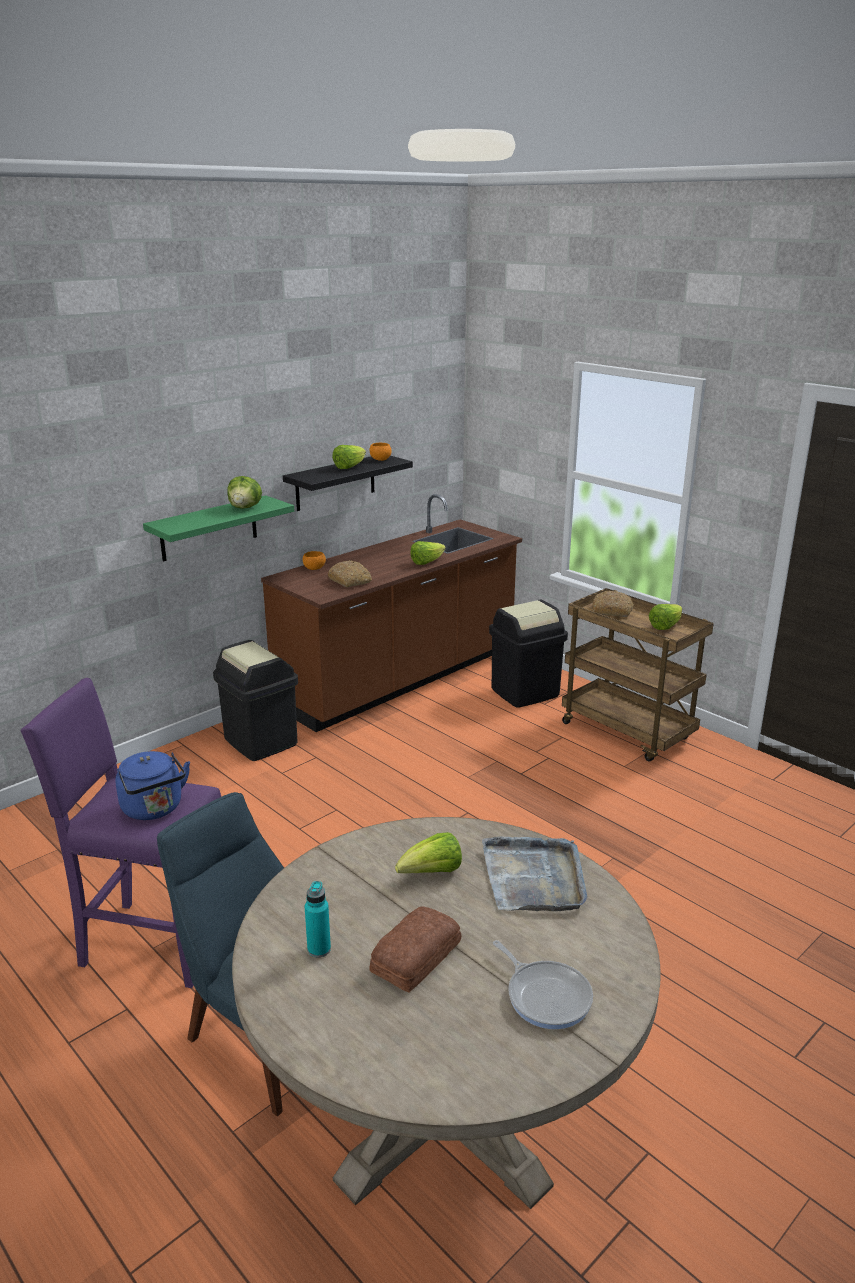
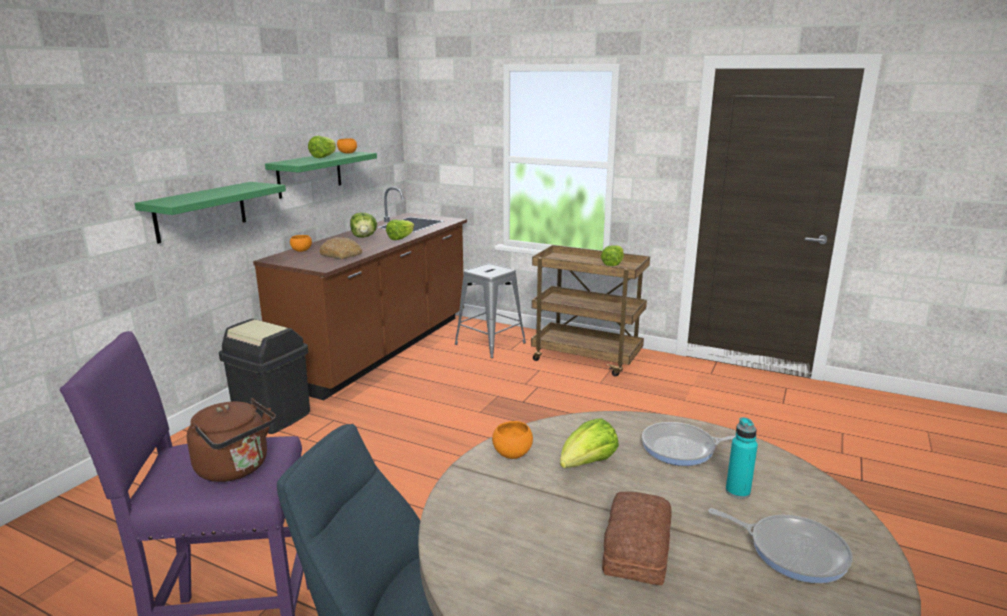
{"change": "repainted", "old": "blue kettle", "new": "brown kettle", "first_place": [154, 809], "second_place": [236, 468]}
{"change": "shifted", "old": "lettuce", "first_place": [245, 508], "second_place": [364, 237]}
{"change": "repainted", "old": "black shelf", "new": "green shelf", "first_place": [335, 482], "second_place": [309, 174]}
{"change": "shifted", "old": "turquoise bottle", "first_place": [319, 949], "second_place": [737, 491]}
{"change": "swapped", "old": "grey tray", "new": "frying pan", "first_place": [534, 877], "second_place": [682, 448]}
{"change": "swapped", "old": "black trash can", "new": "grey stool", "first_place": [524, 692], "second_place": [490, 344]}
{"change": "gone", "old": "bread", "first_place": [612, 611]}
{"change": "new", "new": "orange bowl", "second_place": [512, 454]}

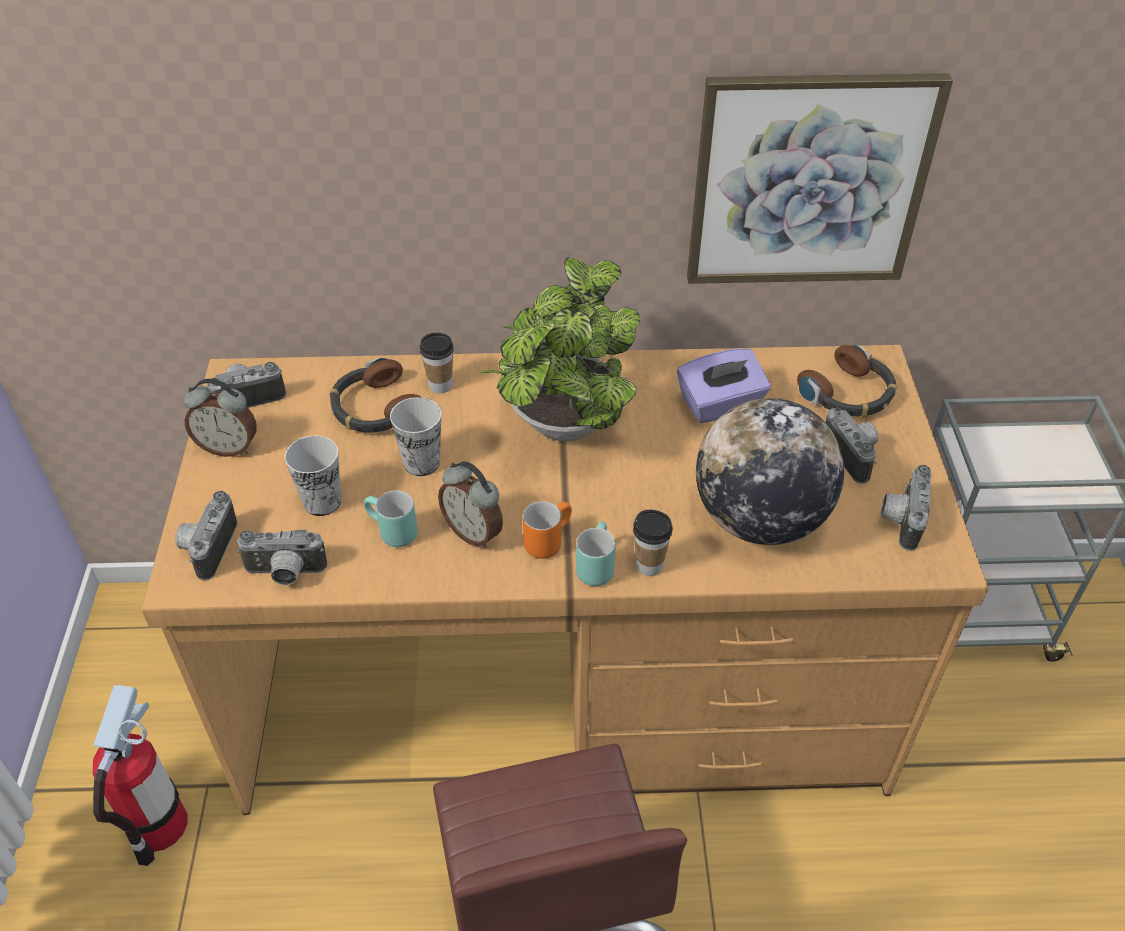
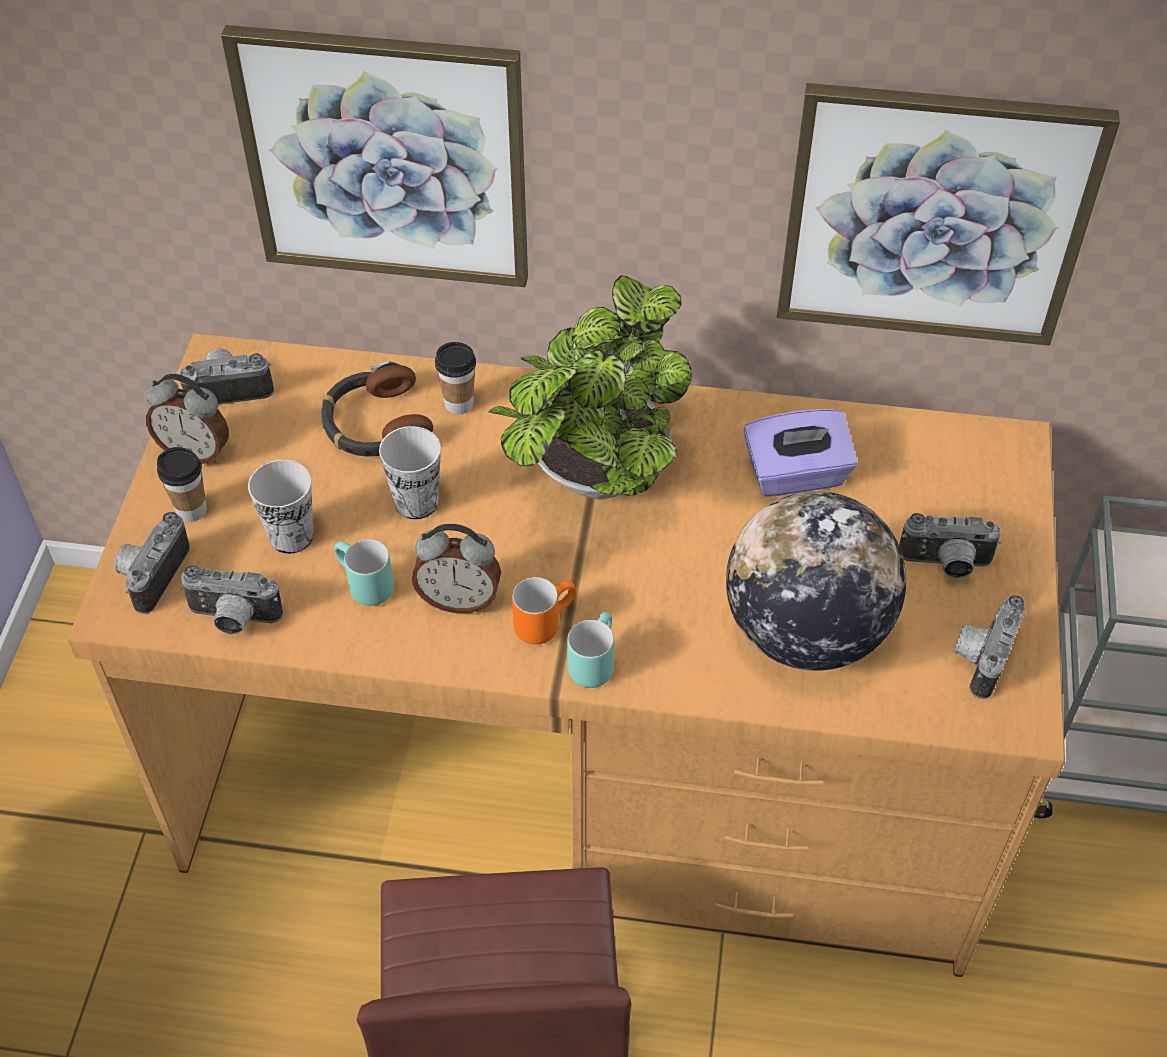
{"change": "gone", "old": "fire extinguisher", "first_place": [159, 826]}
{"change": "rotated", "old": "alarm clock", "first_place": [474, 532], "second_place": [459, 599], "degrees": -45}
{"change": "shifted", "old": "cup", "first_place": [649, 565], "second_place": [191, 510]}
{"change": "gone", "old": "headphones", "first_place": [848, 394]}
{"change": "rotated", "old": "photo camera", "first_place": [853, 455], "second_place": [945, 565], "degrees": 105}
{"change": "new", "new": "picture", "second_place": [385, 158]}

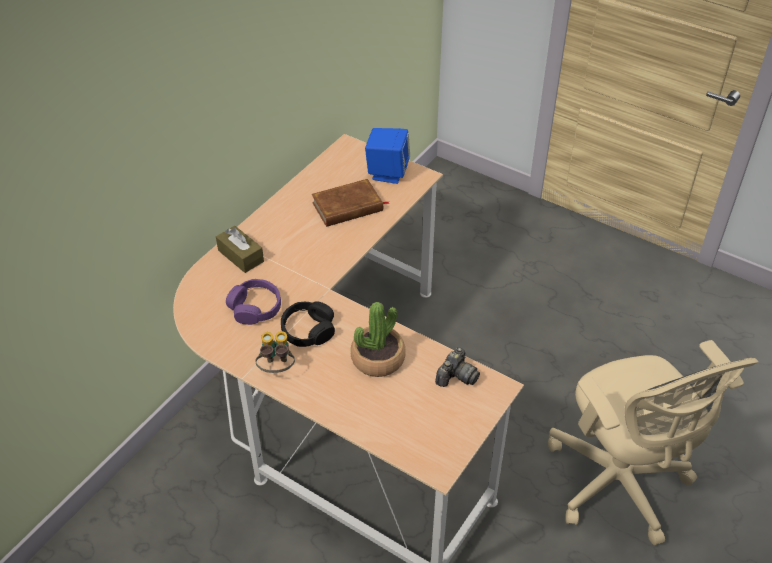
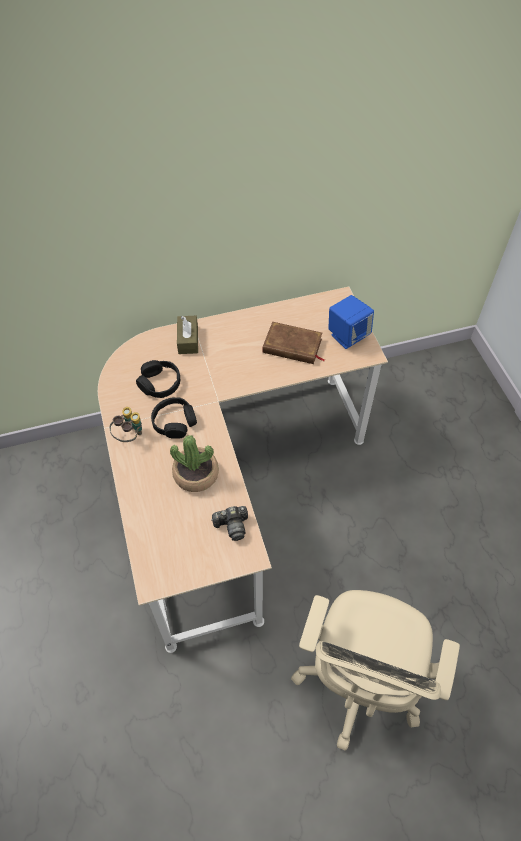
{"change": "repainted", "old": "purple headphones", "new": "black headphones", "first_place": [255, 308], "second_place": [160, 383]}

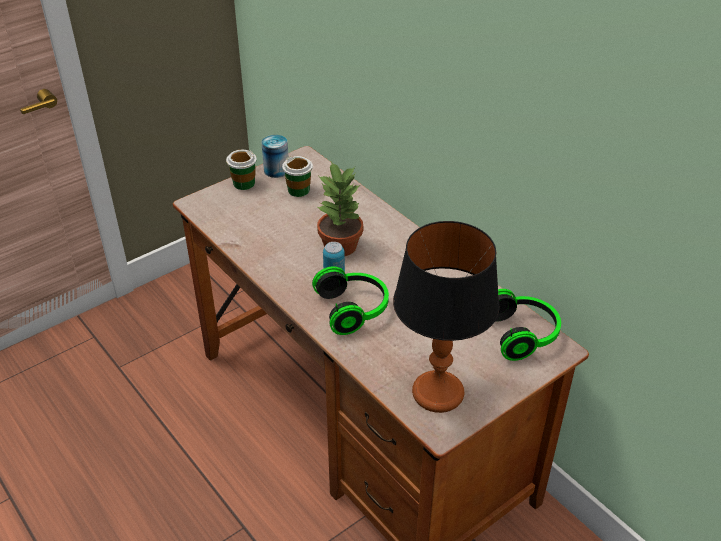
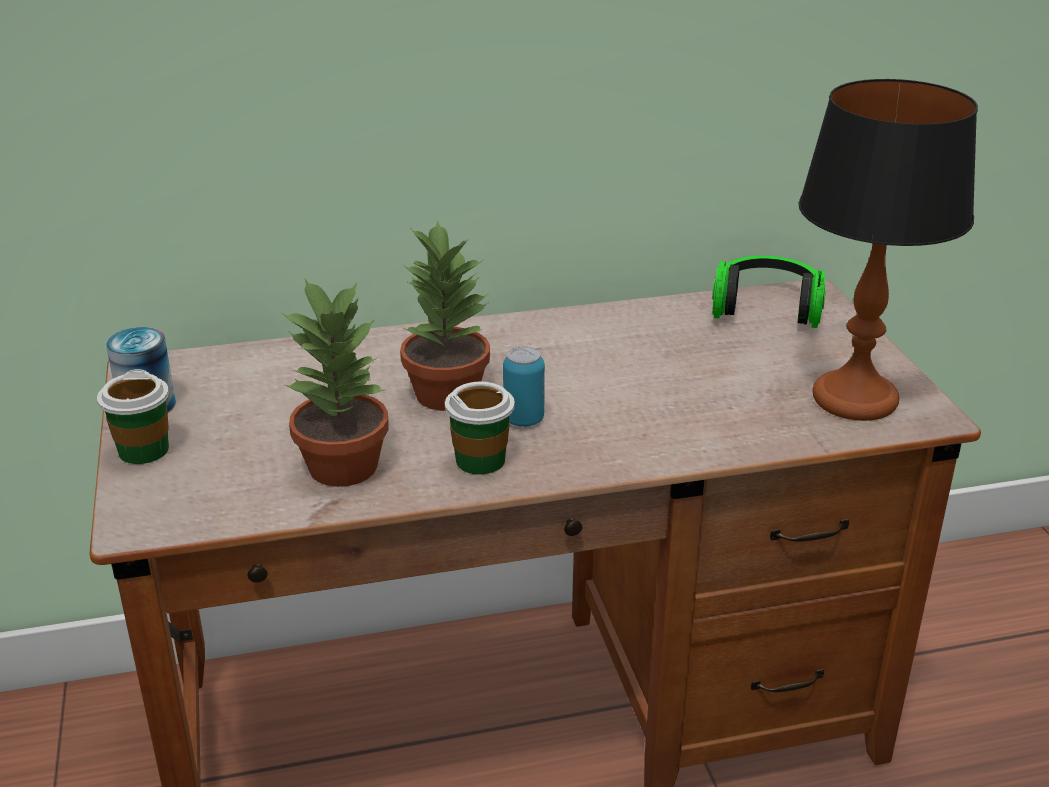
{"change": "shifted", "old": "cup", "first_place": [299, 190], "second_place": [481, 460]}
{"change": "gone", "old": "headphones", "first_place": [354, 309]}
{"change": "new", "new": "potted plant", "second_place": [344, 465]}

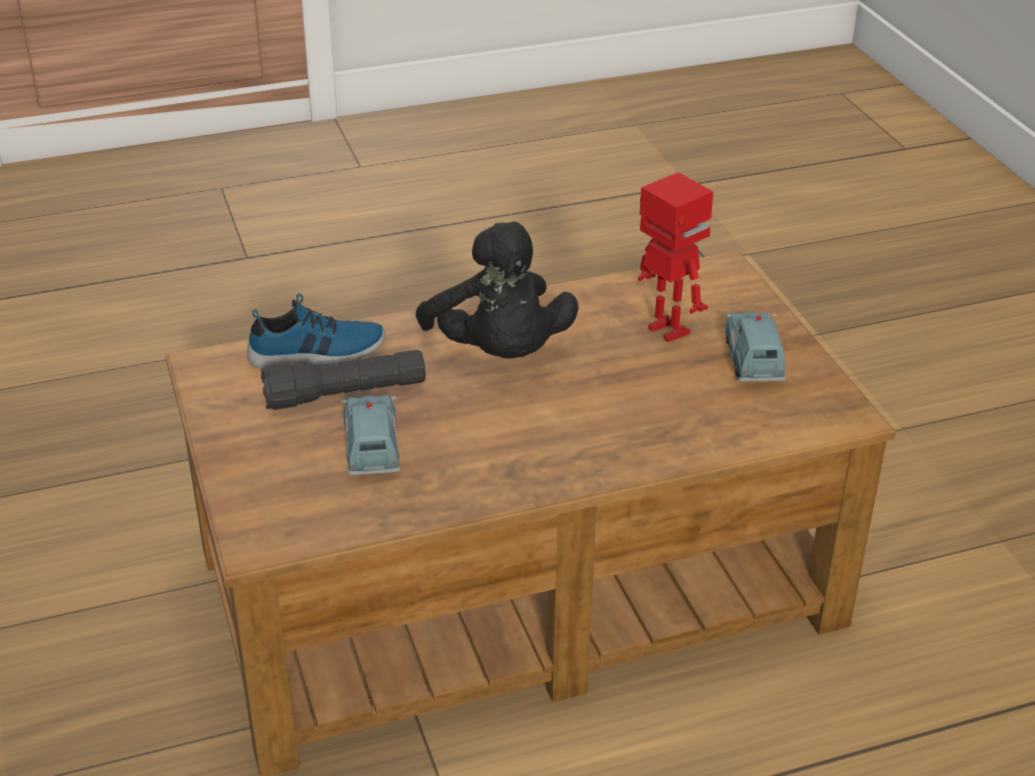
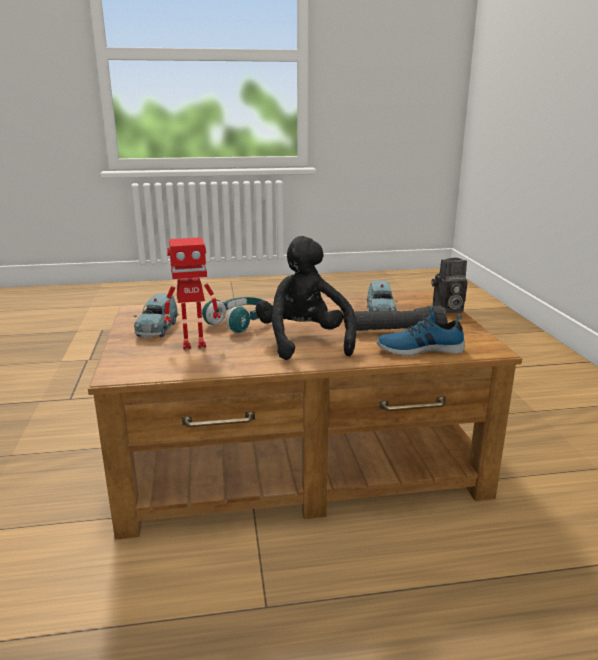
{"change": "rotated", "old": "toy robot", "first_place": [666, 331], "second_place": [194, 344], "degrees": -75}
{"change": "new", "new": "turquoise headphones", "second_place": [239, 322]}
{"change": "new", "new": "photo camera", "second_place": [447, 310]}

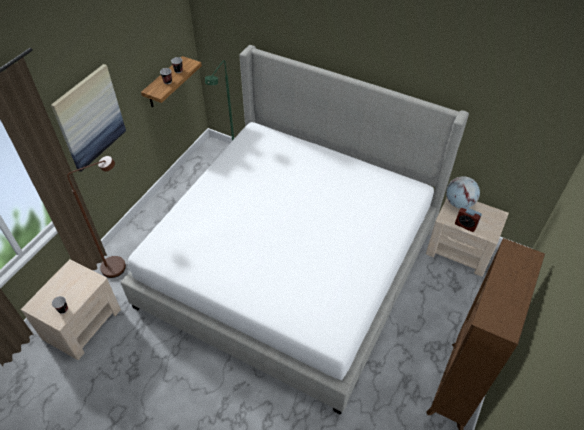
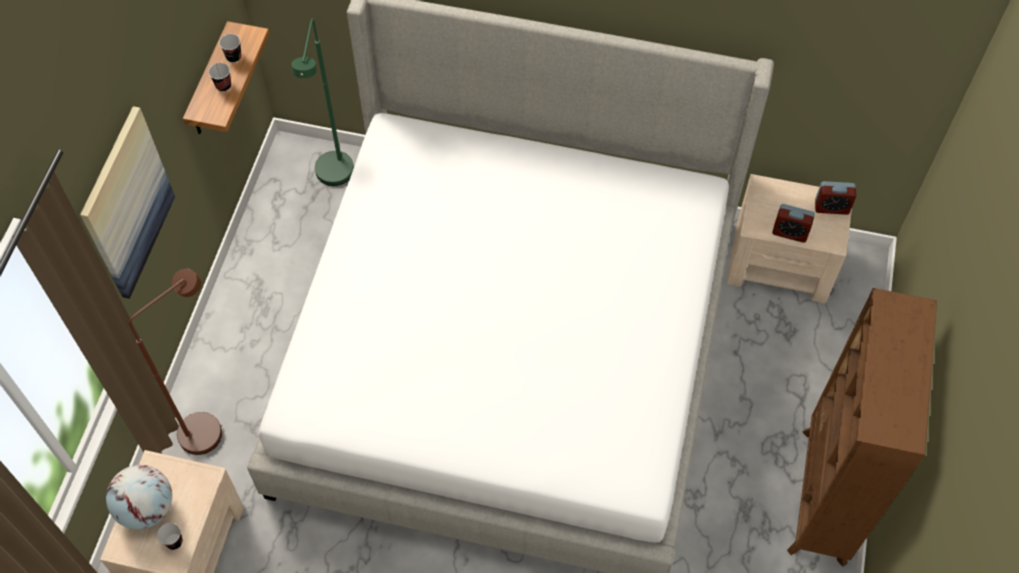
{"change": "shifted", "old": "globe", "first_place": [459, 203], "second_place": [147, 508]}
{"change": "new", "new": "alarm clock", "second_place": [831, 207]}

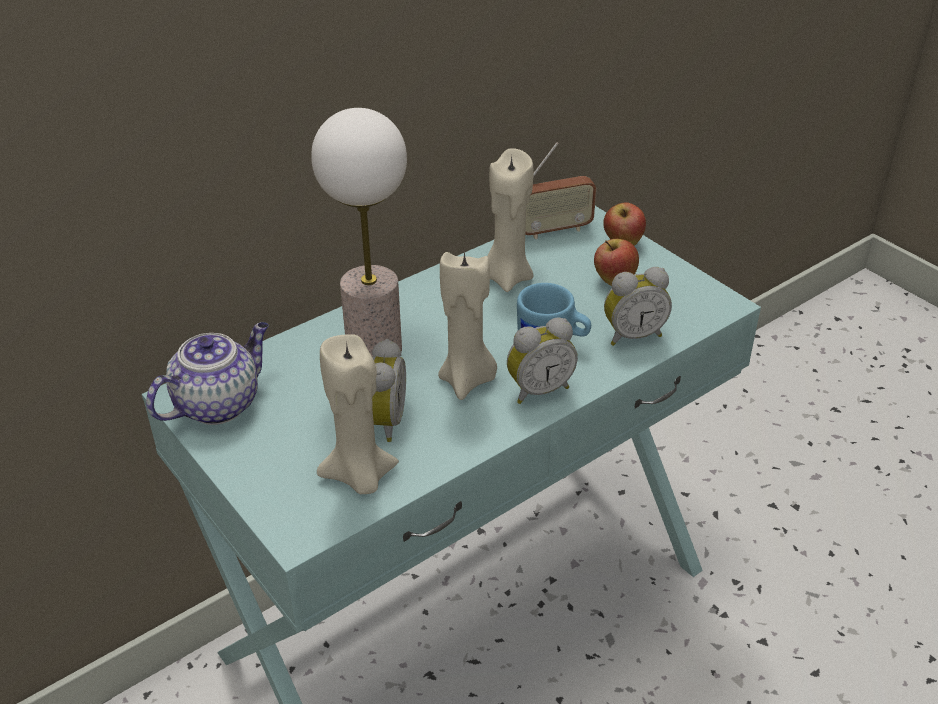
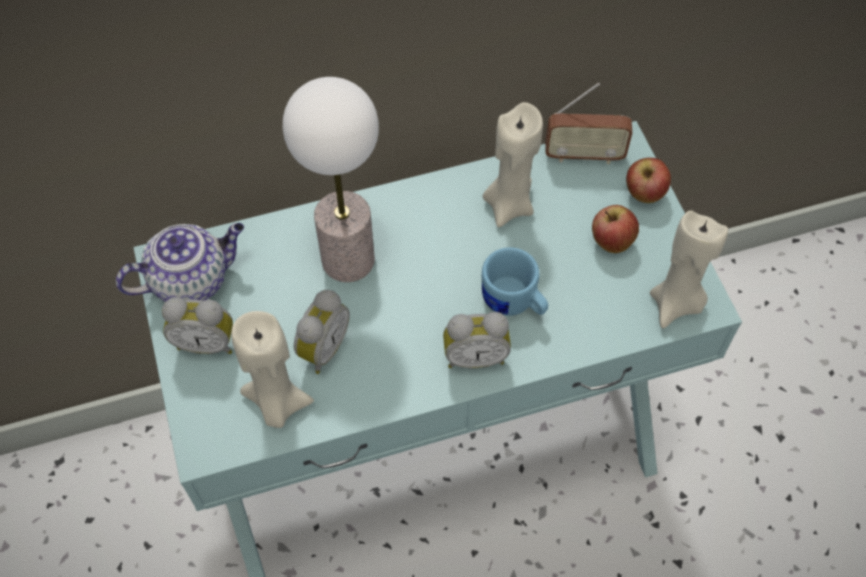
{"change": "shifted", "old": "beige candle", "first_place": [467, 380], "second_place": [675, 304]}
{"change": "shifted", "old": "alarm clock", "first_place": [632, 335], "second_place": [206, 342]}

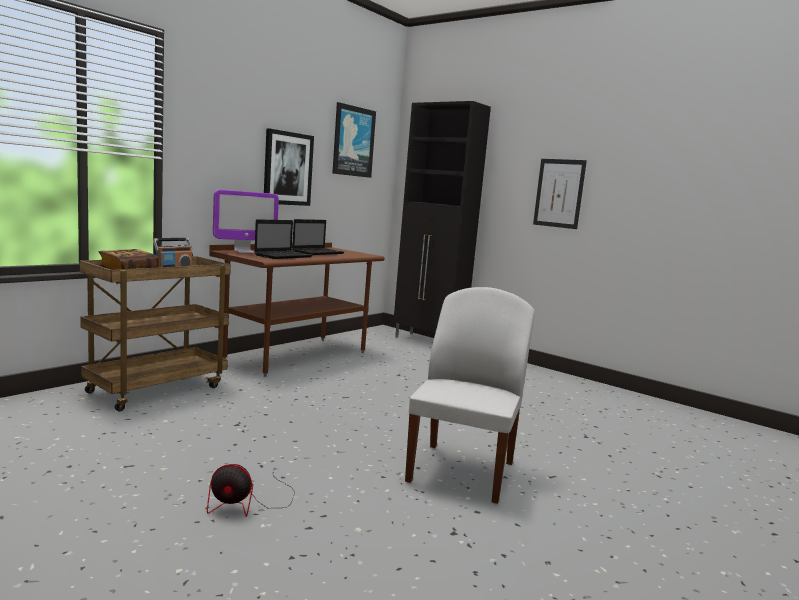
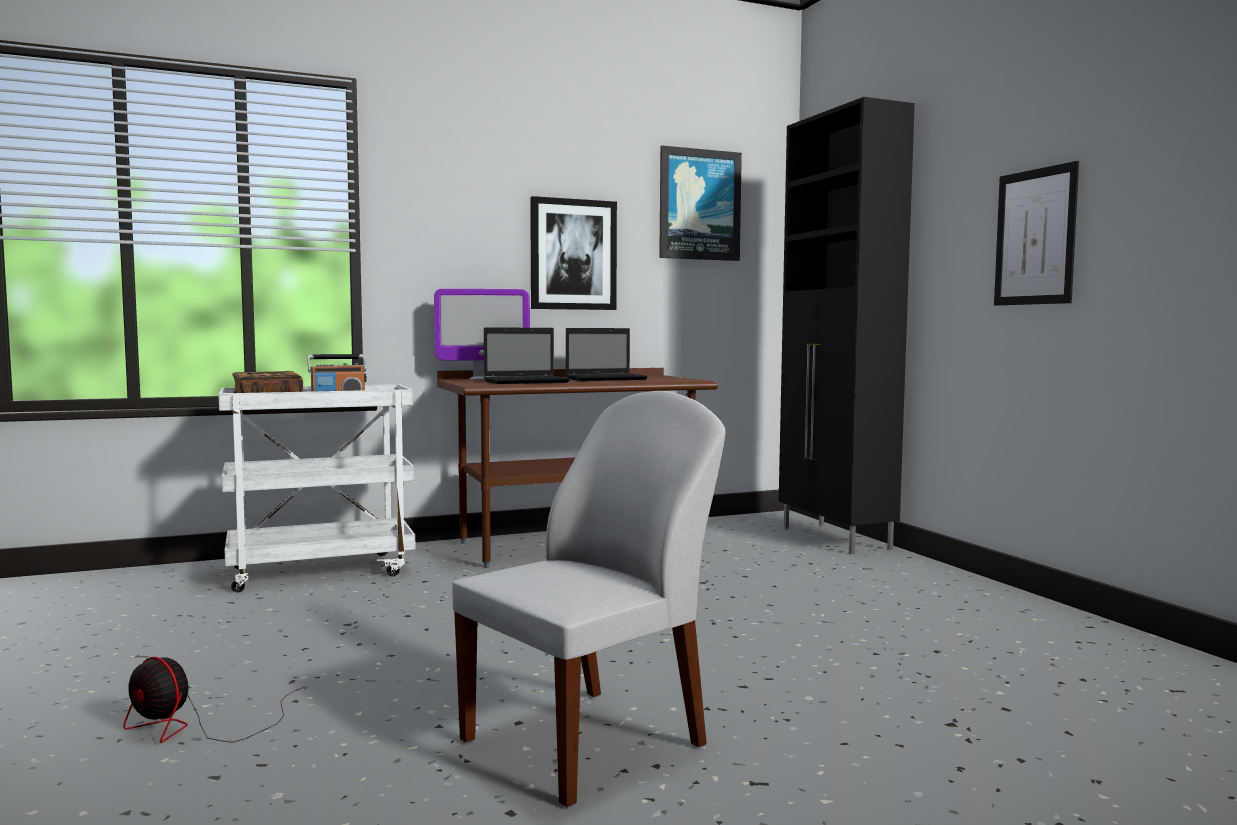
{"change": "repainted", "old": "brown cart", "new": "white cart", "first_place": [157, 389], "second_place": [322, 571]}

